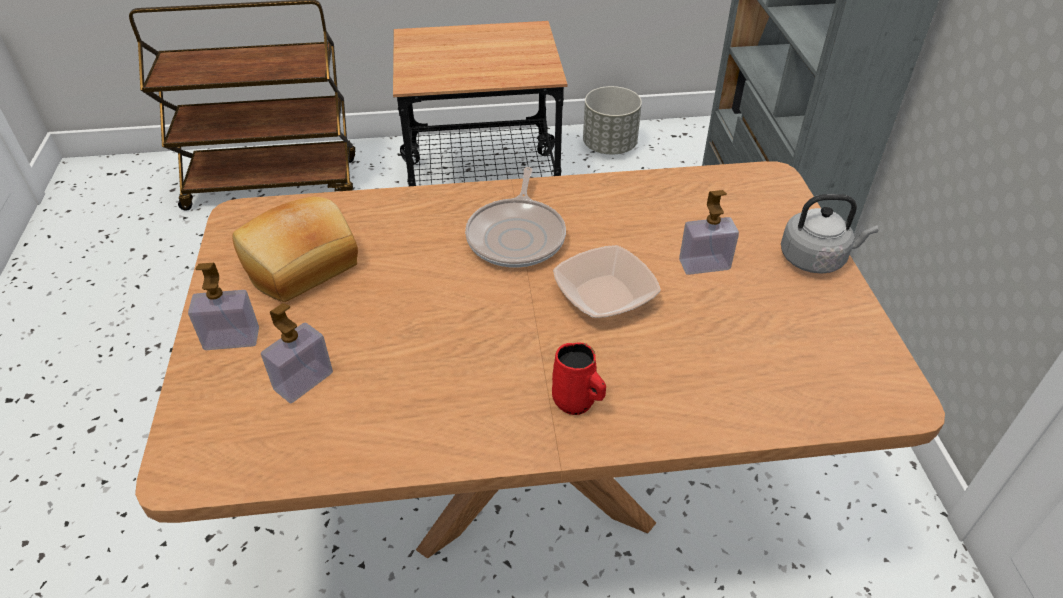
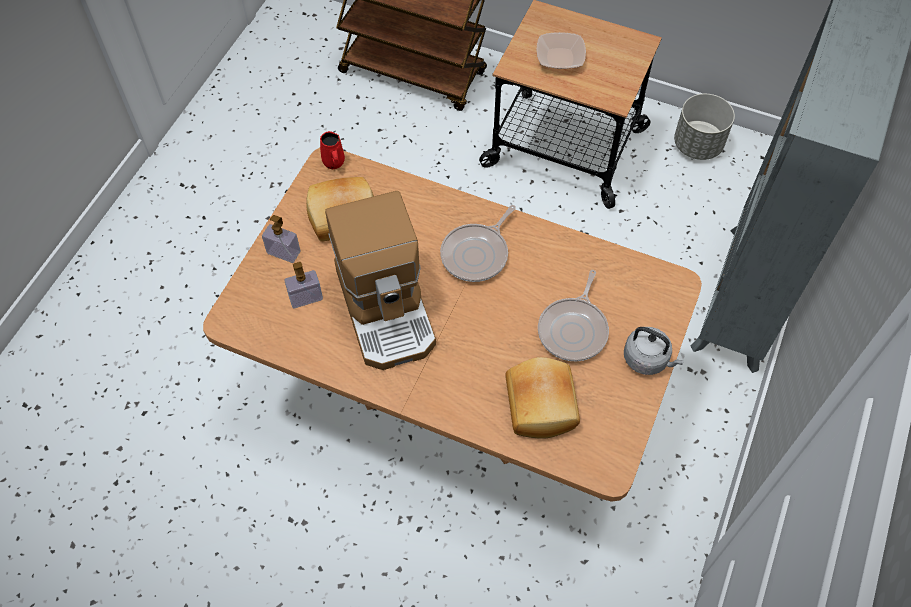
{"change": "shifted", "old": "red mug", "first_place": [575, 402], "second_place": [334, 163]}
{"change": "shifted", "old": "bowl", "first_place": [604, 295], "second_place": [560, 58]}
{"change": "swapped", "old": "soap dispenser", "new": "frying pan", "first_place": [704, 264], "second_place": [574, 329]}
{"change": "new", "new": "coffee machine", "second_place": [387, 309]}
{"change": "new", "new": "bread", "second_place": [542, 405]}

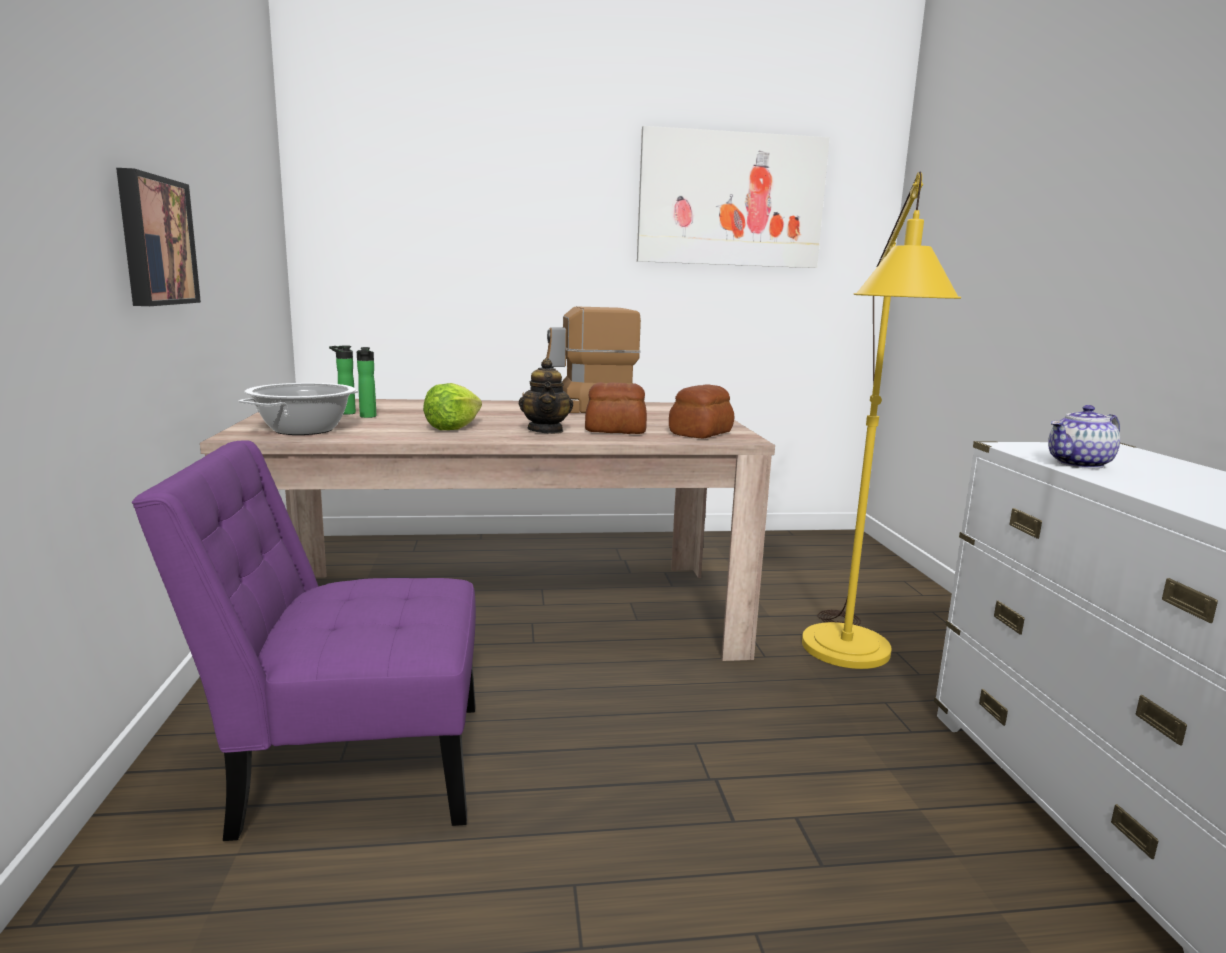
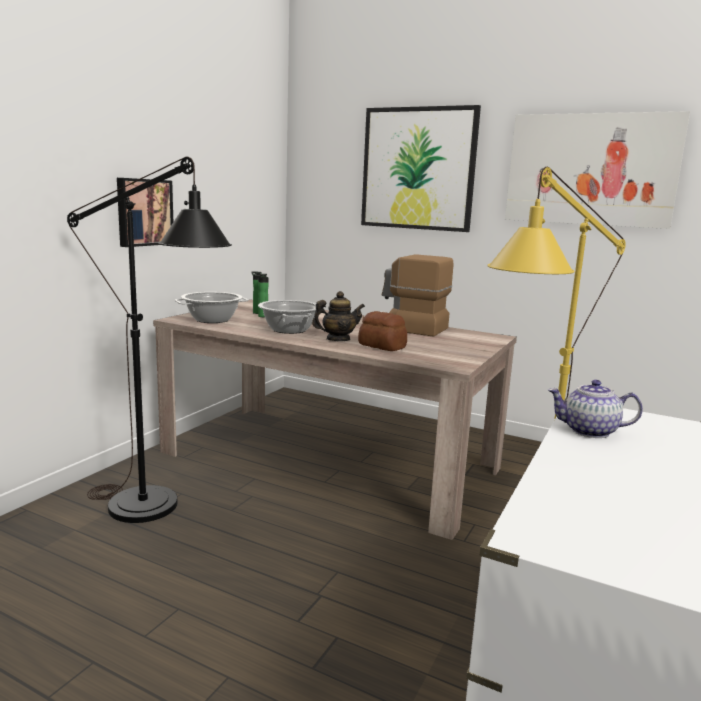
{"change": "swapped", "old": "purple chair", "new": "black floor lamp", "first_place": [348, 765], "second_place": [157, 511]}
{"change": "swapped", "old": "lettuce", "new": "cooking pot", "first_place": [453, 428], "second_place": [289, 330]}
{"change": "rotated", "old": "teapot", "first_place": [546, 430], "second_place": [338, 339], "degrees": -135}
{"change": "gone", "old": "bread", "first_place": [702, 433]}
{"change": "new", "new": "picture", "second_place": [418, 169]}

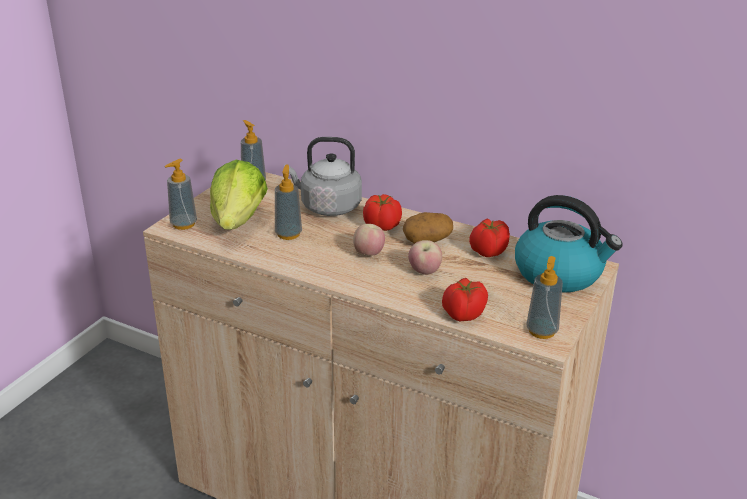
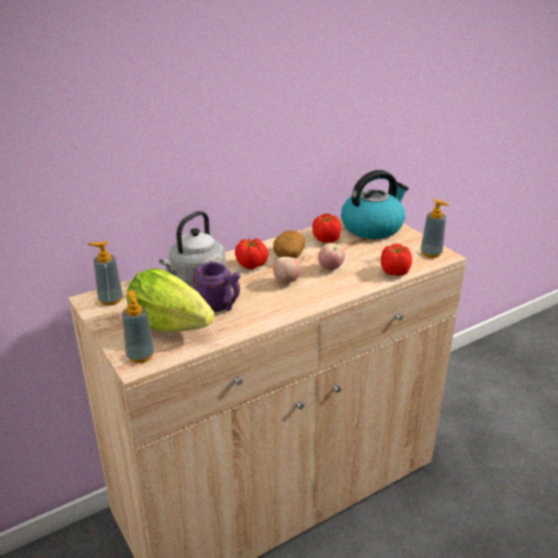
{"change": "swapped", "old": "soap dispenser", "new": "purple mug", "first_place": [288, 234], "second_place": [219, 307]}

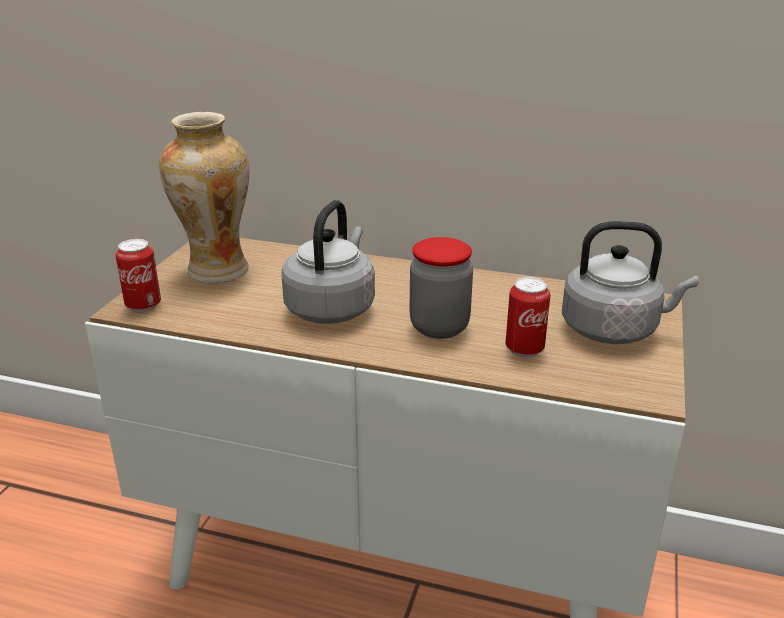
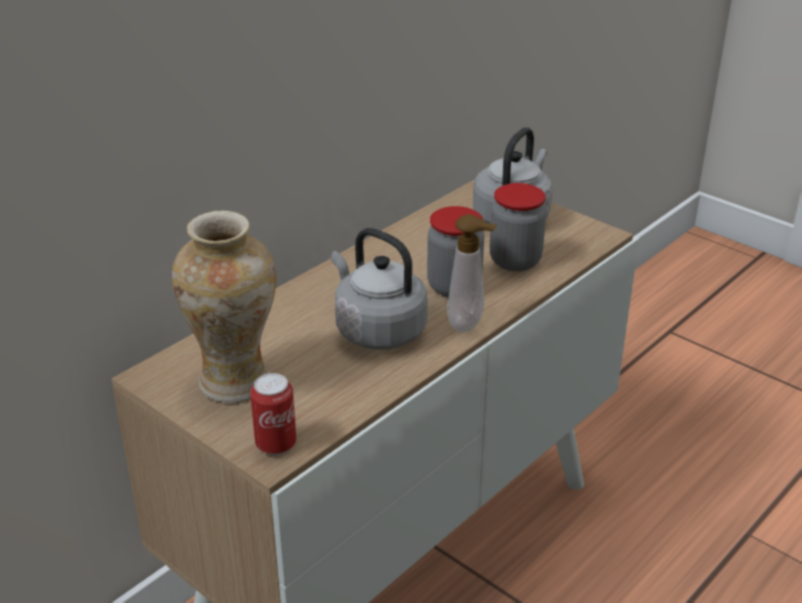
{"change": "swapped", "old": "can", "new": "jar", "first_place": [524, 349], "second_place": [515, 261]}
{"change": "new", "new": "soap dispenser", "second_place": [469, 325]}

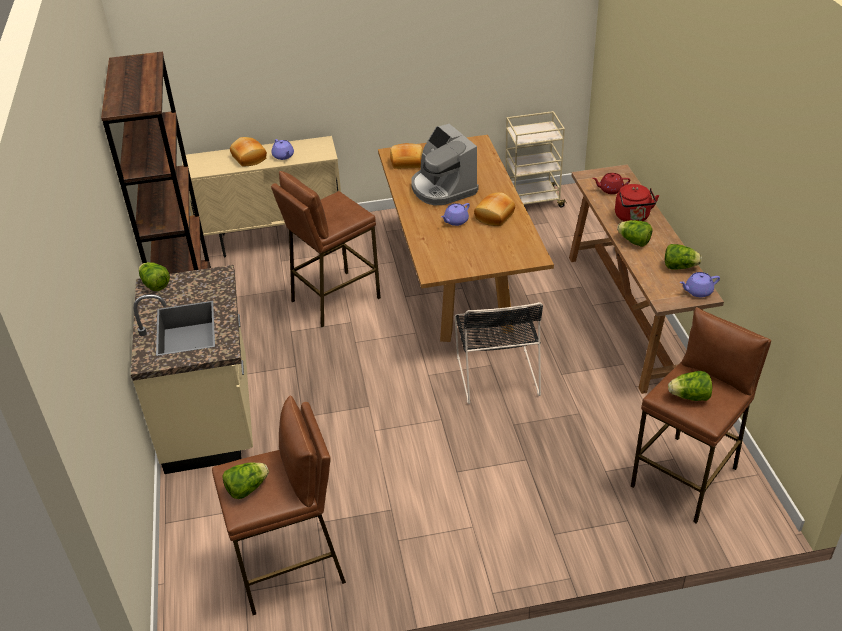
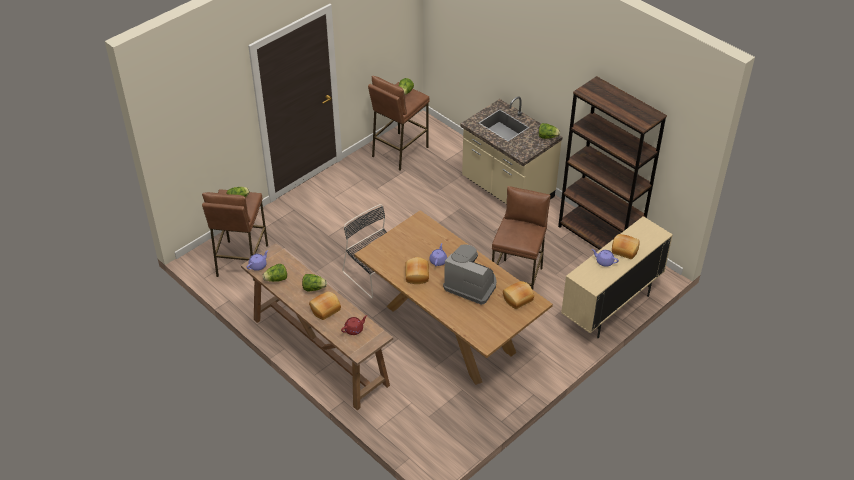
{"change": "gone", "old": "beige cart", "first_place": [532, 201]}
{"change": "swapped", "old": "red kettle", "new": "bread", "first_place": [633, 217], "second_place": [325, 309]}

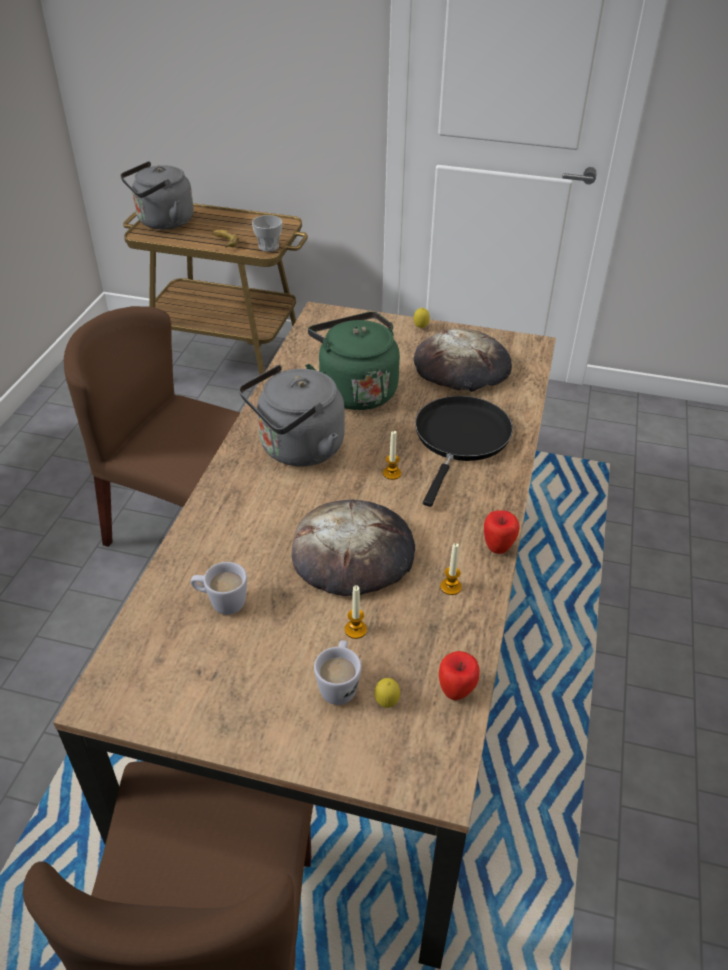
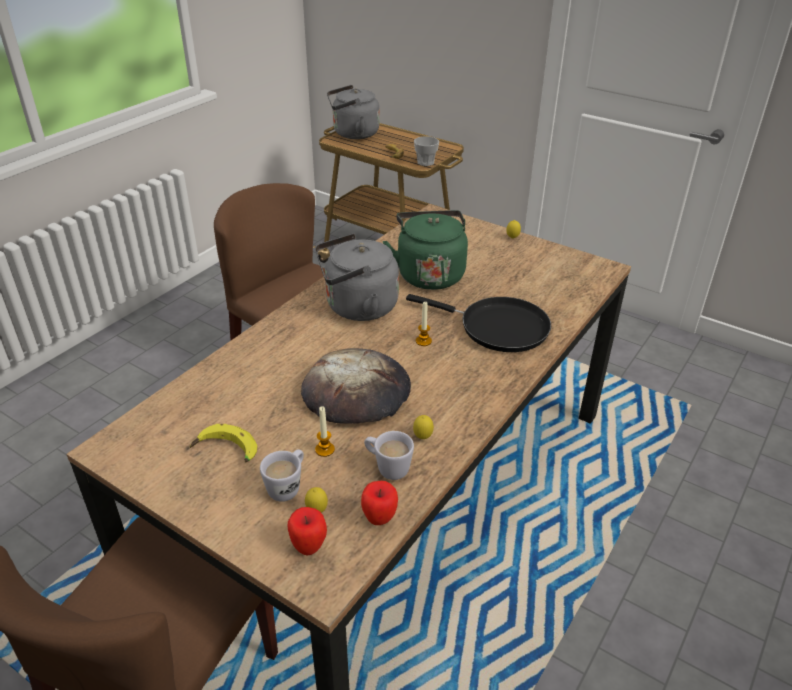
{"change": "shifted", "old": "white mug", "first_place": [221, 602], "second_place": [387, 467]}
{"change": "gone", "old": "bread", "first_place": [462, 367]}
{"change": "rotated", "old": "black frying pan", "first_place": [460, 439], "second_place": [497, 328], "degrees": 75}
{"change": "swapped", "old": "candle", "new": "lemon", "first_place": [450, 587], "second_place": [422, 438]}
{"change": "shifted", "old": "apple", "first_place": [498, 547], "second_place": [309, 547]}
{"change": "new", "new": "banana", "second_place": [225, 452]}

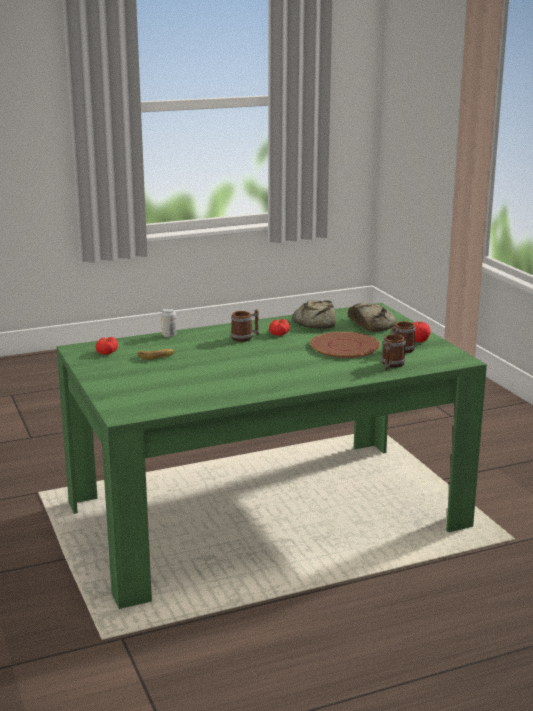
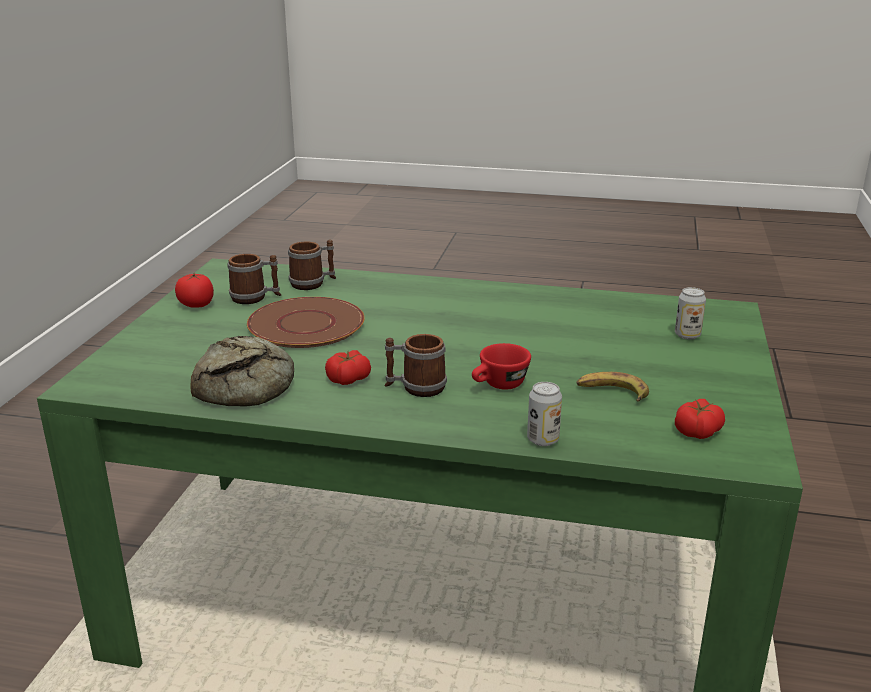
{"change": "gone", "old": "bread", "first_place": [371, 324]}
{"change": "new", "new": "red cup", "second_place": [499, 385]}
{"change": "new", "new": "can", "second_place": [687, 335]}

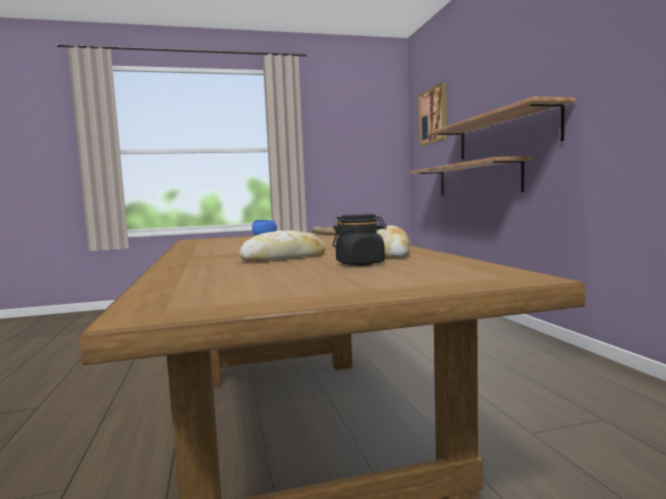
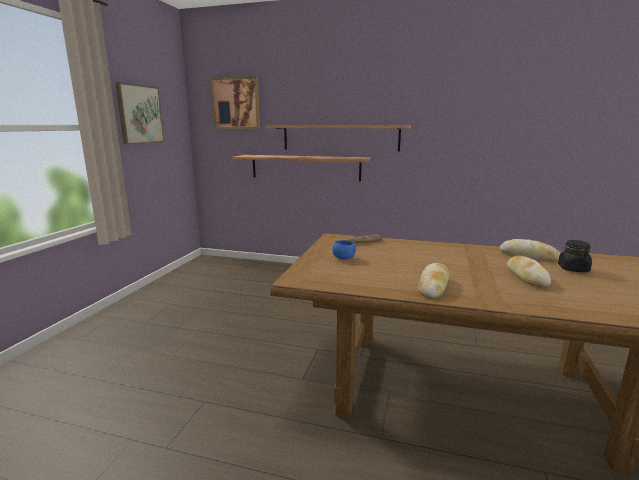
{"change": "new", "new": "picture", "second_place": [140, 114]}
{"change": "new", "new": "bread", "second_place": [433, 286]}

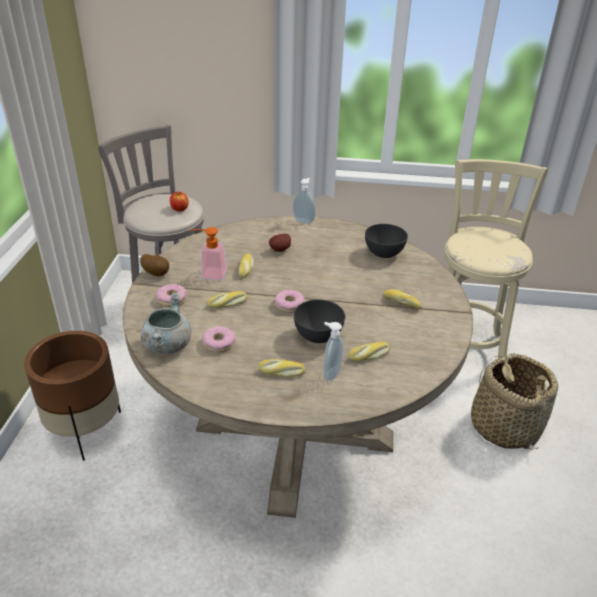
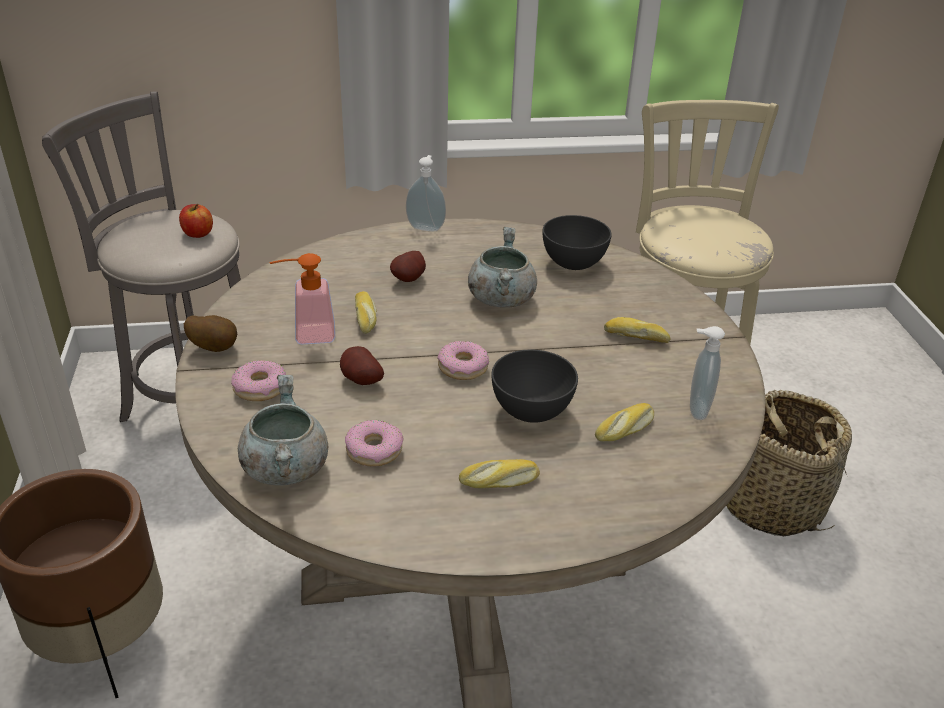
{"change": "swapped", "old": "bread", "new": "potato", "first_place": [227, 304], "second_place": [360, 381]}
{"change": "shifted", "old": "soap dispenser", "first_place": [330, 373], "second_place": [695, 409]}
{"change": "new", "new": "grey cooking pot", "second_place": [501, 298]}

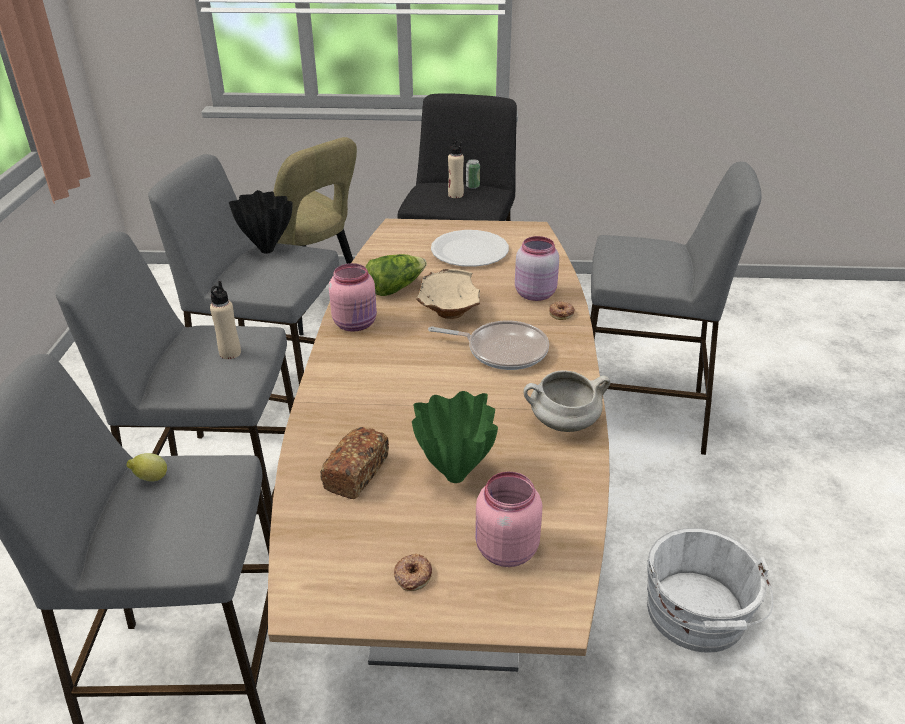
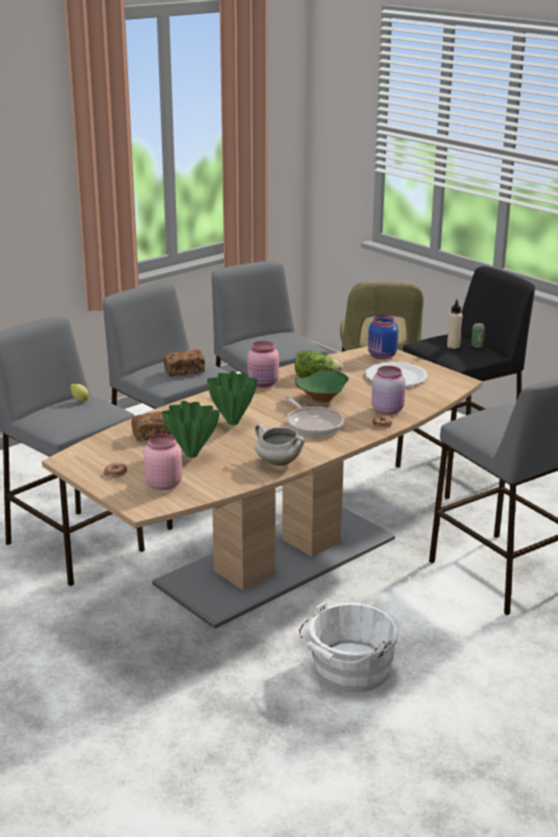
{"change": "swapped", "old": "beige bottle", "new": "bread", "first_place": [230, 353], "second_place": [184, 371]}
{"change": "gone", "old": "black vase", "first_place": [266, 250]}
{"change": "repainted", "old": "beige bowl", "new": "green bowl", "first_place": [447, 312], "second_place": [320, 398]}
{"change": "new", "new": "green vase", "second_place": [233, 422]}
{"change": "new", "new": "blue jar", "second_place": [382, 356]}

